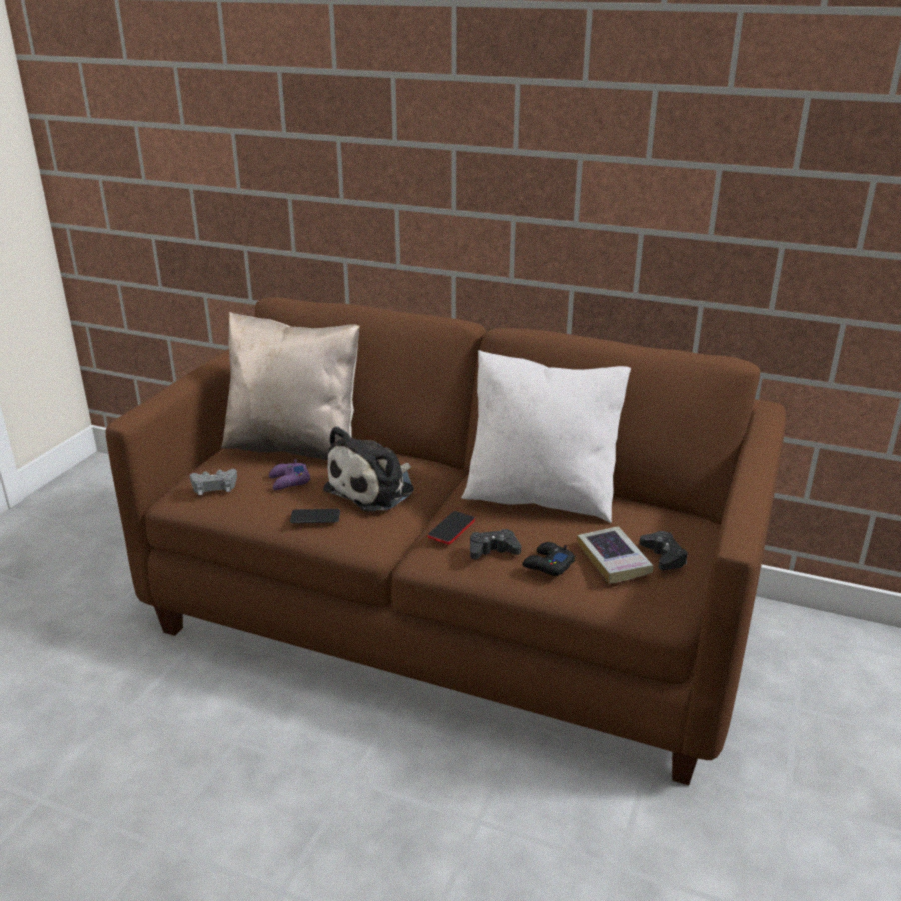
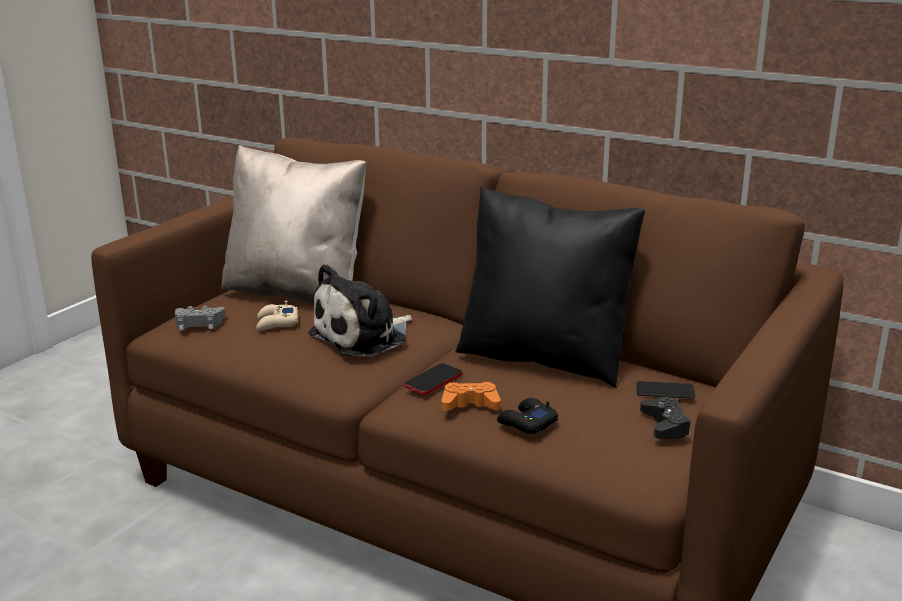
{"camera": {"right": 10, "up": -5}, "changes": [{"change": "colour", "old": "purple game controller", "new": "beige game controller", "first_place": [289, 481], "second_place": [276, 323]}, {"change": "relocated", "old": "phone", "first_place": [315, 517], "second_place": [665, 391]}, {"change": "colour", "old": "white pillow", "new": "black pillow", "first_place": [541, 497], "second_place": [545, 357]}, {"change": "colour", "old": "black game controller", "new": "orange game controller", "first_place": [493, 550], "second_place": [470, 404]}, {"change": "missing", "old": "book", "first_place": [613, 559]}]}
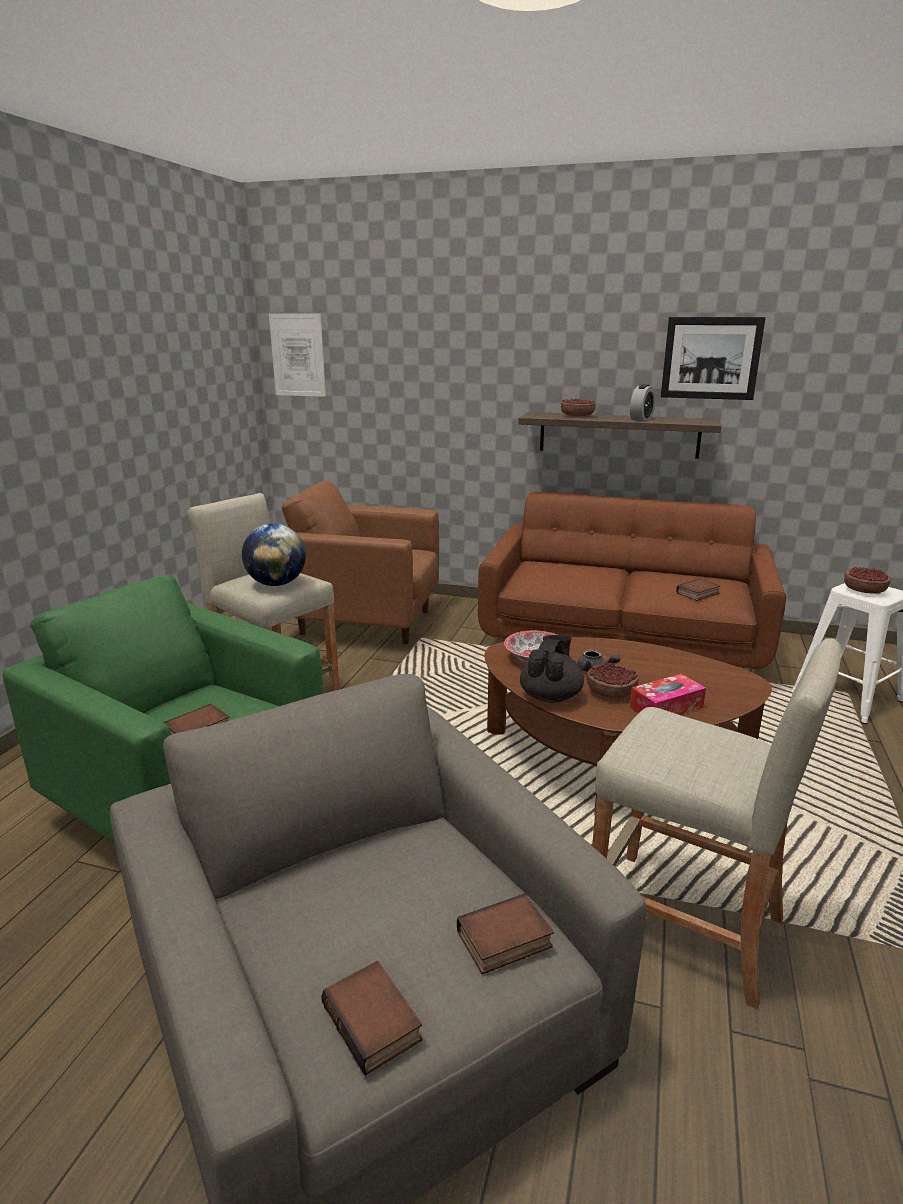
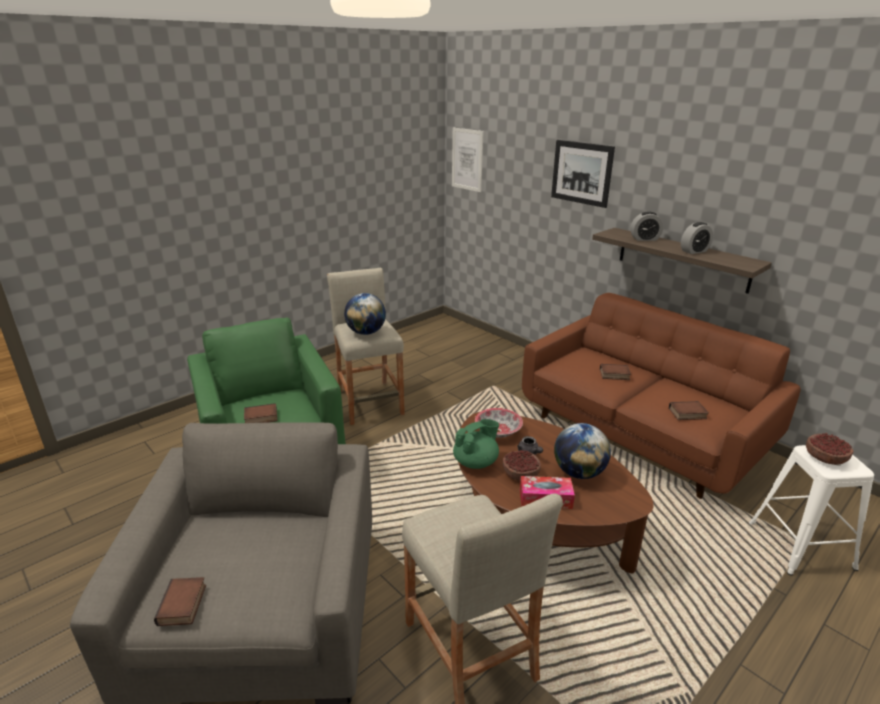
{"camera": {"right": 30, "up": 5}, "changes": [{"change": "missing", "old": "brown armchair", "first_place": [365, 622]}, {"change": "relocated", "old": "book", "first_place": [504, 941], "second_place": [614, 375]}, {"change": "colour", "old": "black teapot", "new": "green teapot", "first_place": [550, 696], "second_place": [476, 462]}, {"change": "exchanged", "old": "bowl", "new": "alarm clock", "first_place": [577, 416], "second_place": [644, 239]}, {"change": "relocated", "old": "picture", "first_place": [711, 358], "second_place": [581, 173]}, {"change": "appeared", "new": "globe", "second_place": [579, 472]}]}
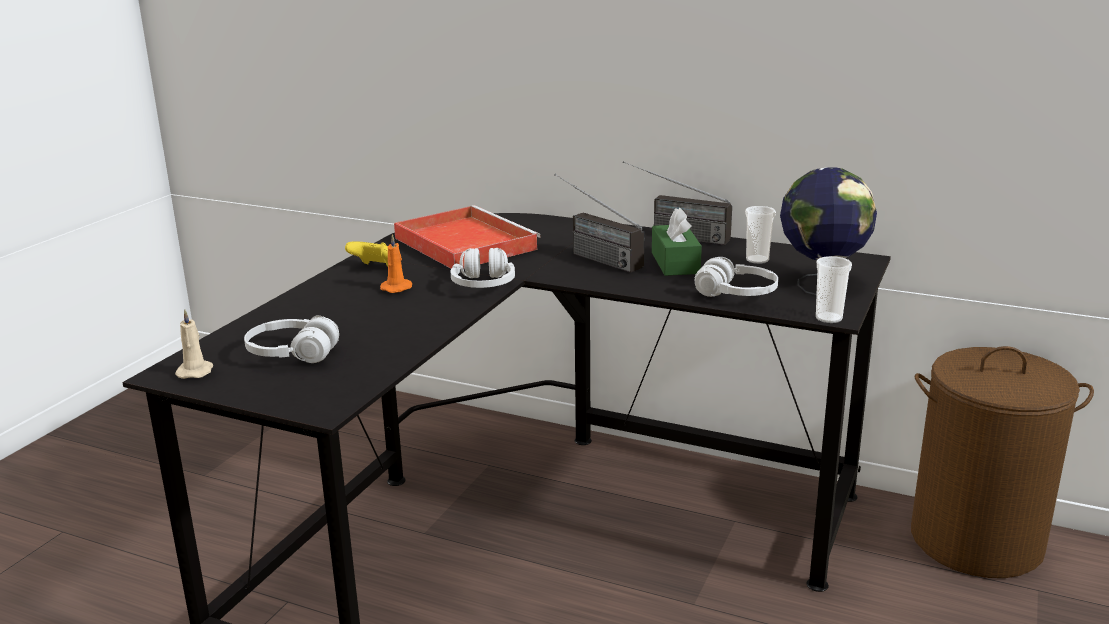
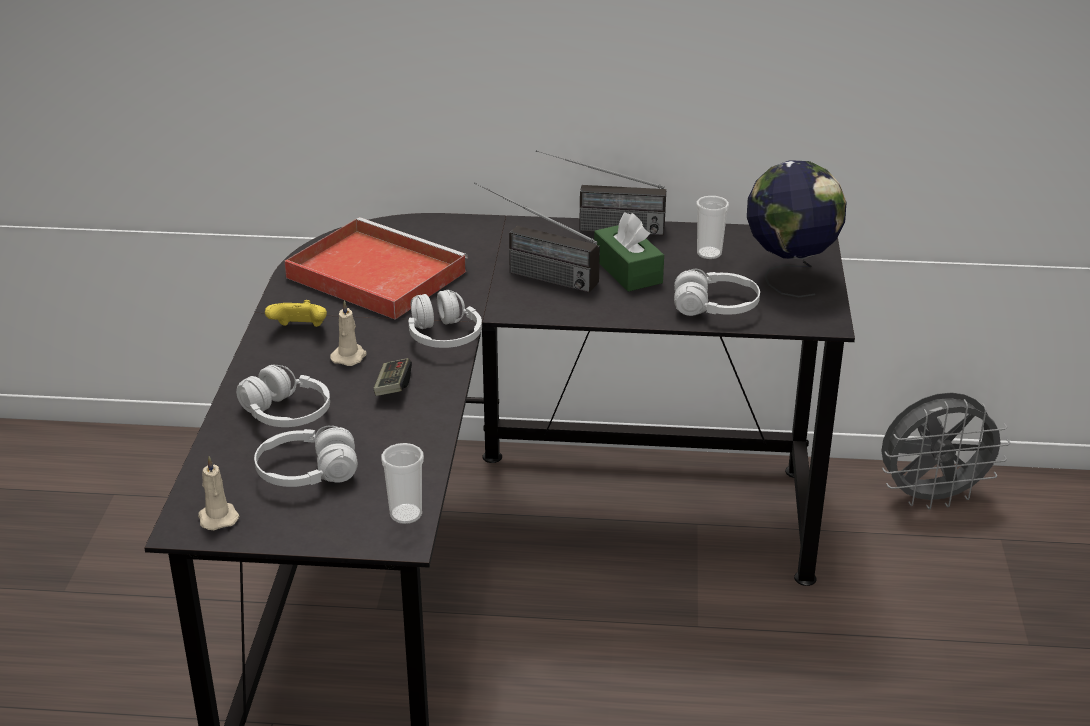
{"camera": {"right": -20, "up": 10}, "changes": [{"change": "colour", "old": "orange candle", "new": "beige candle", "first_place": [397, 288], "second_place": [349, 356]}, {"change": "relocated", "old": "cup", "first_place": [828, 318], "second_place": [406, 514]}, {"change": "exchanged", "old": "brown laundry basket", "new": "grey fan", "first_place": [977, 540], "second_place": [932, 497]}, {"change": "appeared", "new": "white headphones", "second_place": [286, 414]}, {"change": "appeared", "new": "game controller", "second_place": [393, 386]}]}
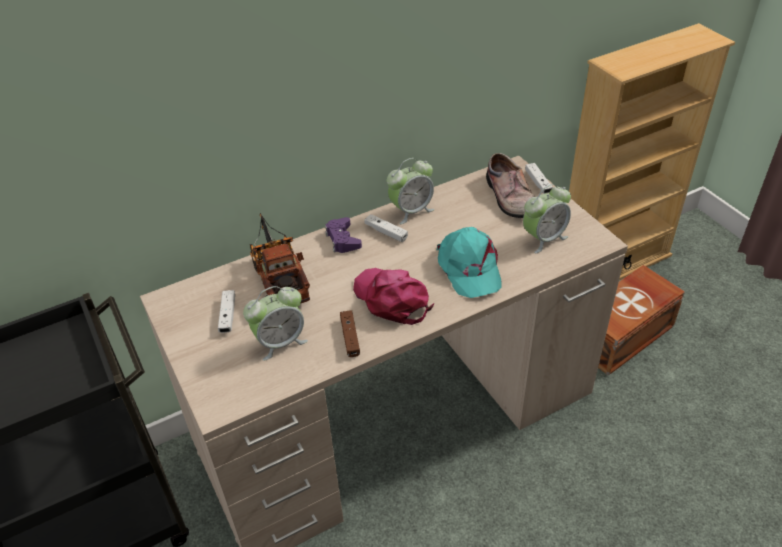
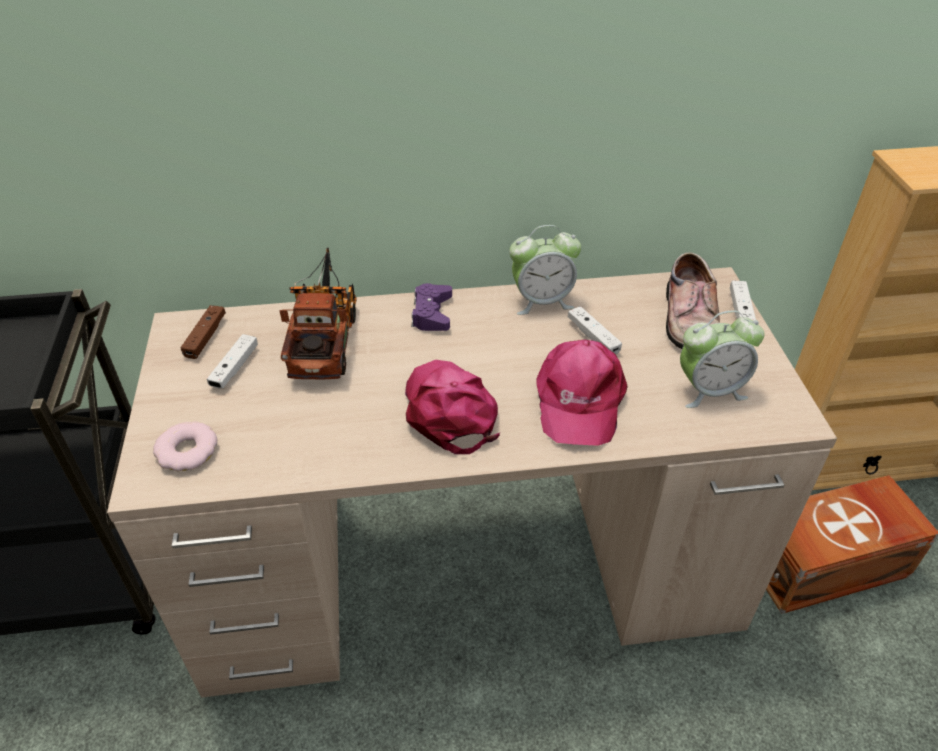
{"camera": {"right": 20, "up": 0}, "changes": [{"change": "missing", "old": "alarm clock", "first_place": [280, 342]}, {"change": "relocated", "old": "brown game controller", "first_place": [350, 337], "second_place": [205, 337]}, {"change": "relocated", "old": "white game controller", "first_place": [386, 232], "second_place": [593, 337]}, {"change": "colour", "old": "turquoise cap", "new": "pink cap", "first_place": [469, 268], "second_place": [578, 400]}, {"change": "appeared", "new": "donut", "second_place": [187, 451]}]}
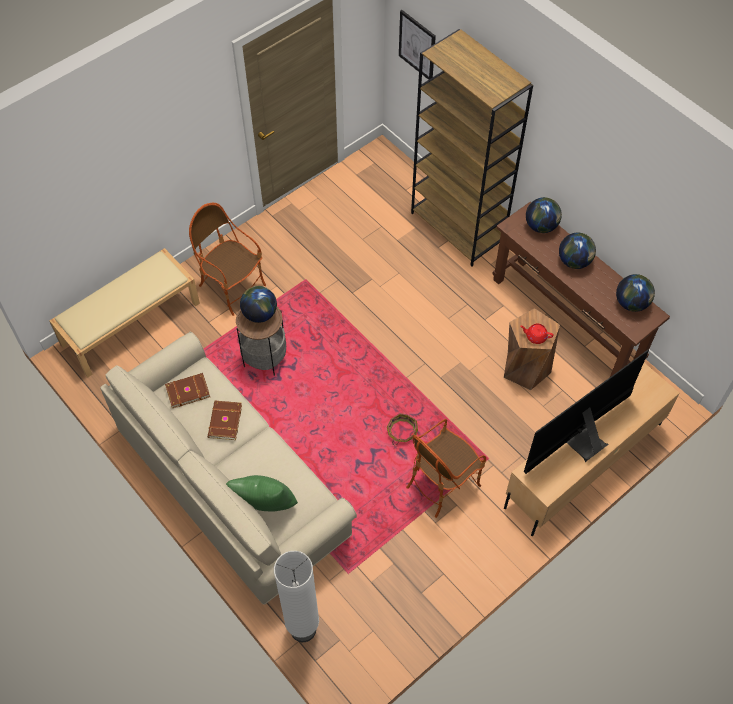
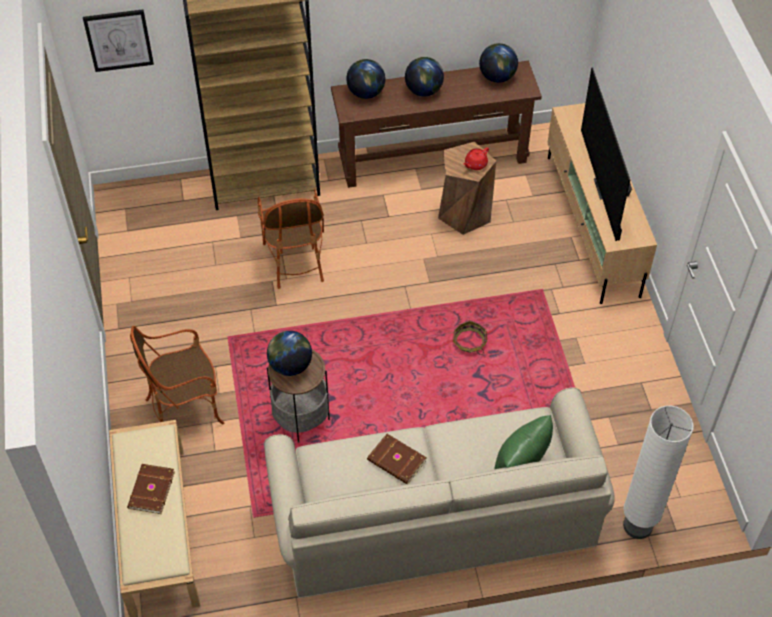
{"camera": {"right": -60, "up": -5}, "changes": [{"change": "relocated", "old": "brown book", "first_place": [187, 391], "second_place": [150, 490]}, {"change": "relocated", "old": "armchair", "first_place": [442, 483], "second_place": [295, 260]}]}
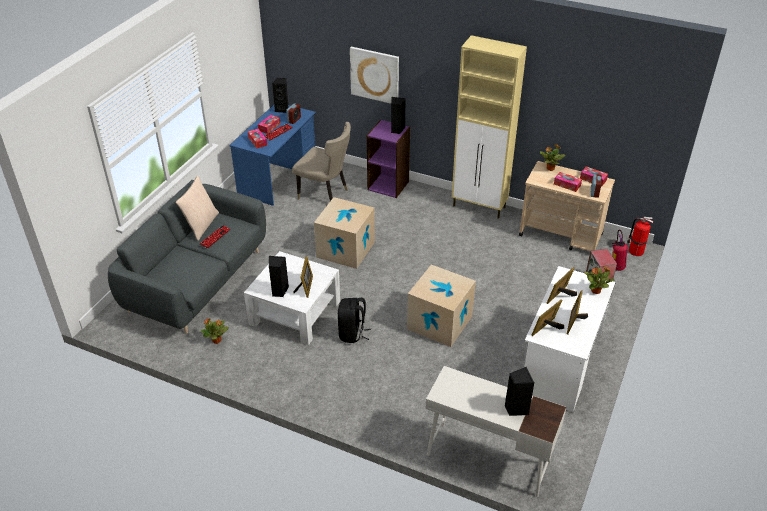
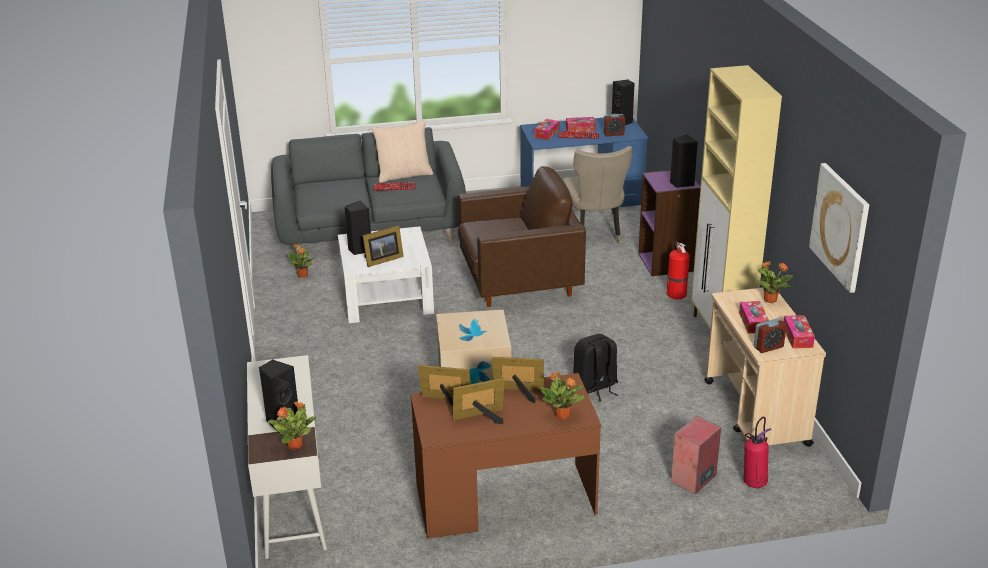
{"camera": {"right": 55, "up": -10}, "changes": [{"change": "exchanged", "old": "cardboard box", "new": "brown armchair", "first_place": [345, 249], "second_place": [519, 283]}, {"change": "relocated", "old": "black backpack", "first_place": [352, 333], "second_place": [595, 387]}, {"change": "relocated", "old": "picture", "first_place": [375, 75], "second_place": [840, 226]}, {"change": "colour", "old": "white desk", "new": "brown desk", "first_place": [561, 363], "second_place": [505, 500]}, {"change": "relocated", "old": "fire extinguisher", "first_place": [635, 251], "second_place": [676, 293]}, {"change": "appeared", "new": "potted plant", "second_place": [295, 445]}]}
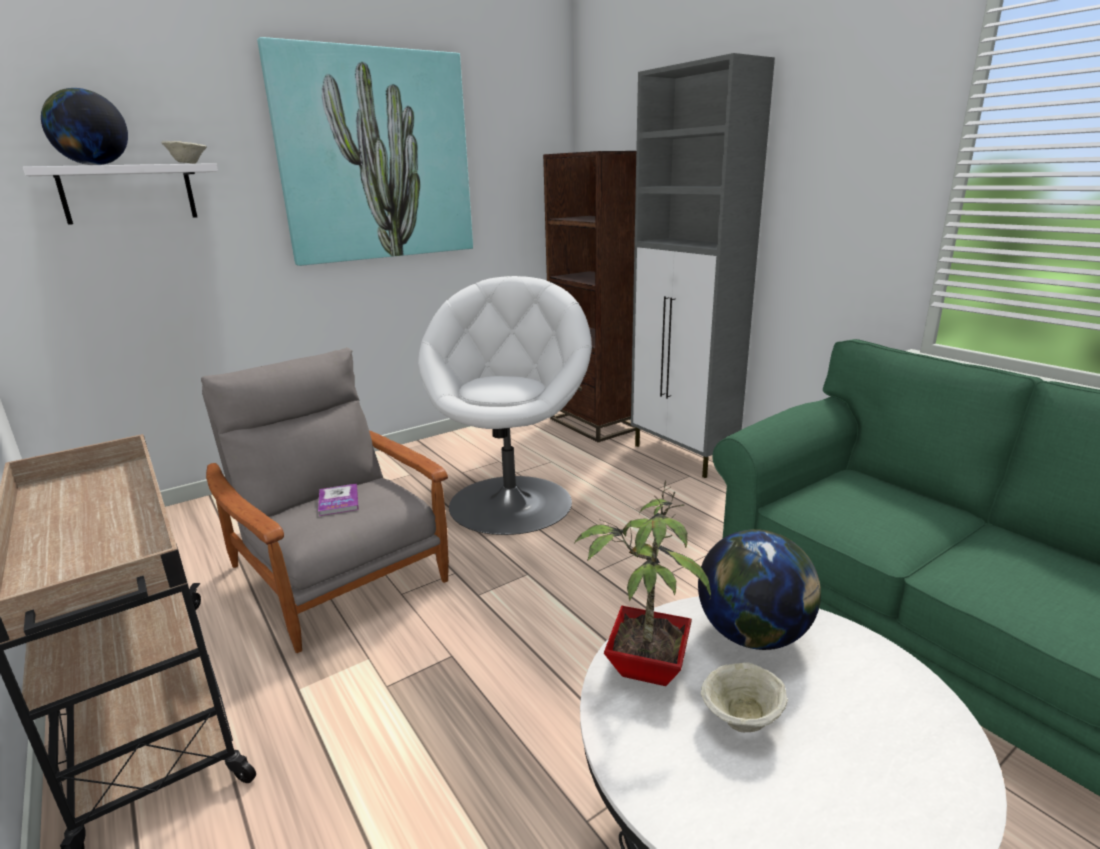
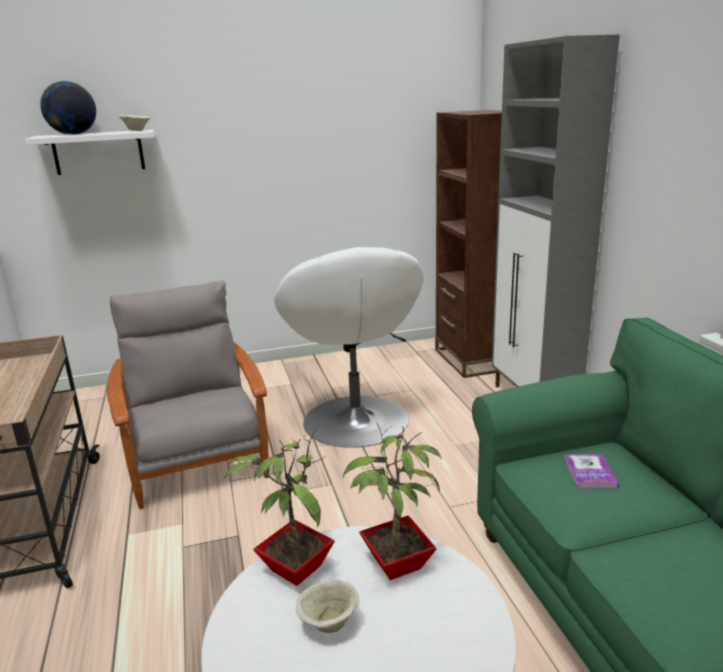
{"camera": {"right": 20, "up": 0}, "changes": [{"change": "missing", "old": "picture", "first_place": [376, 157]}, {"change": "relocated", "old": "book", "first_place": [338, 501], "second_place": [590, 472]}, {"change": "spun", "old": "white armchair", "first_place": [511, 502], "second_place": [355, 421], "degrees": 135}, {"change": "exchanged", "old": "globe", "new": "potted plant", "first_place": [753, 635], "second_place": [394, 566]}]}
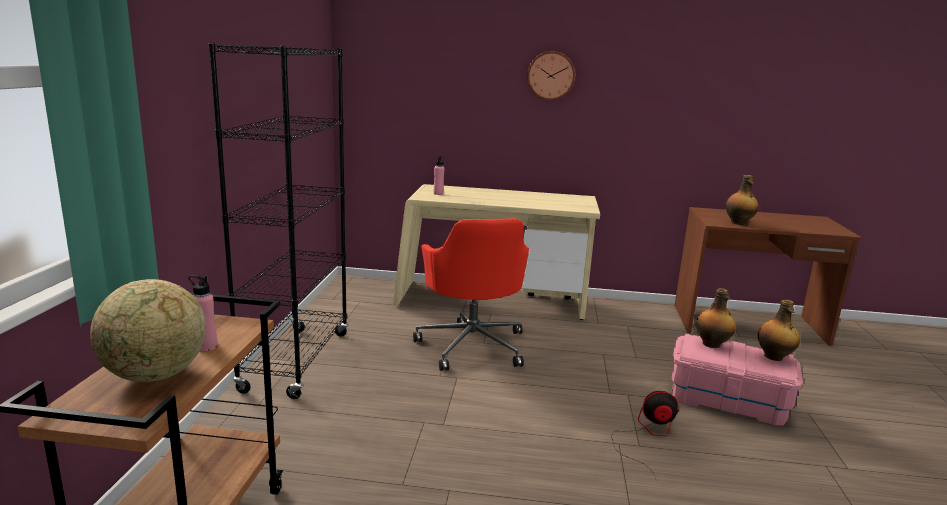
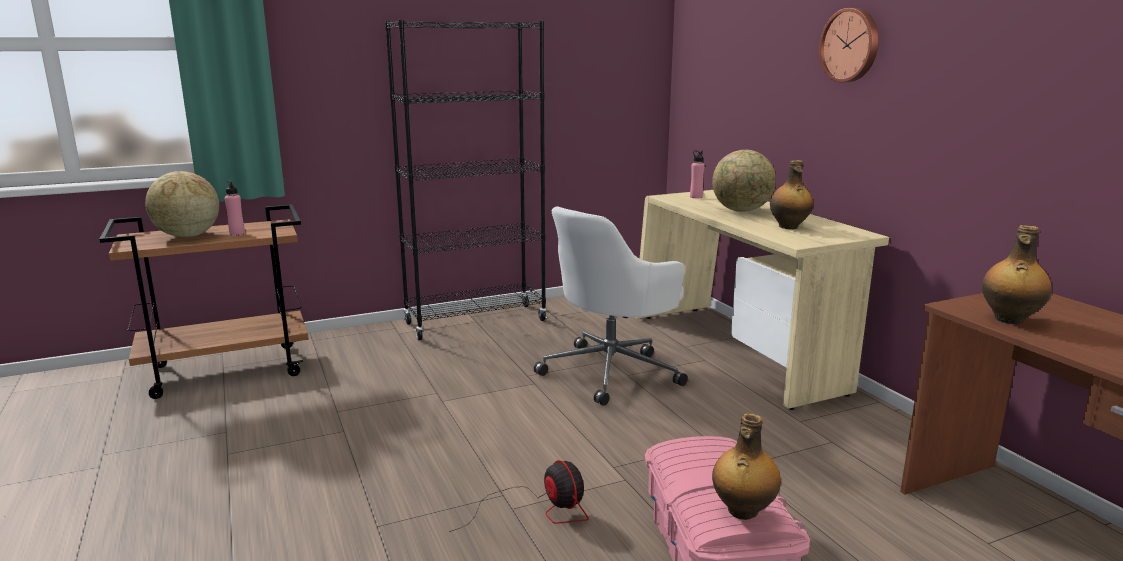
{"camera": {"right": 60, "up": 0}, "changes": [{"change": "colour", "old": "red office chair", "new": "white office chair", "first_place": [472, 345], "second_place": [612, 371]}, {"change": "relocated", "old": "bottle", "first_place": [712, 344], "second_place": [788, 227]}, {"change": "appeared", "new": "globe", "second_place": [741, 211]}]}
